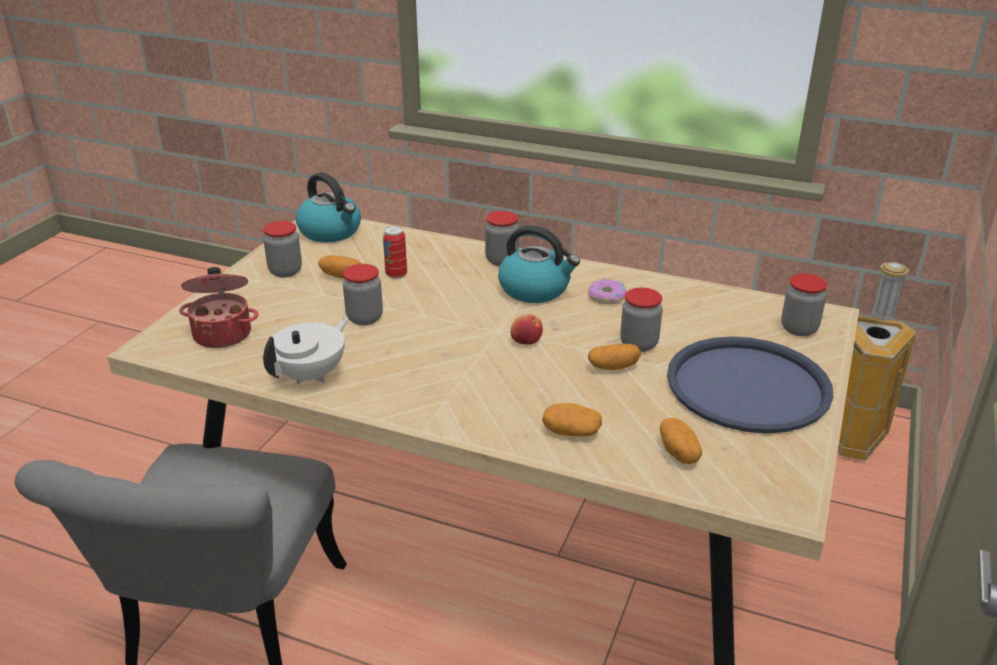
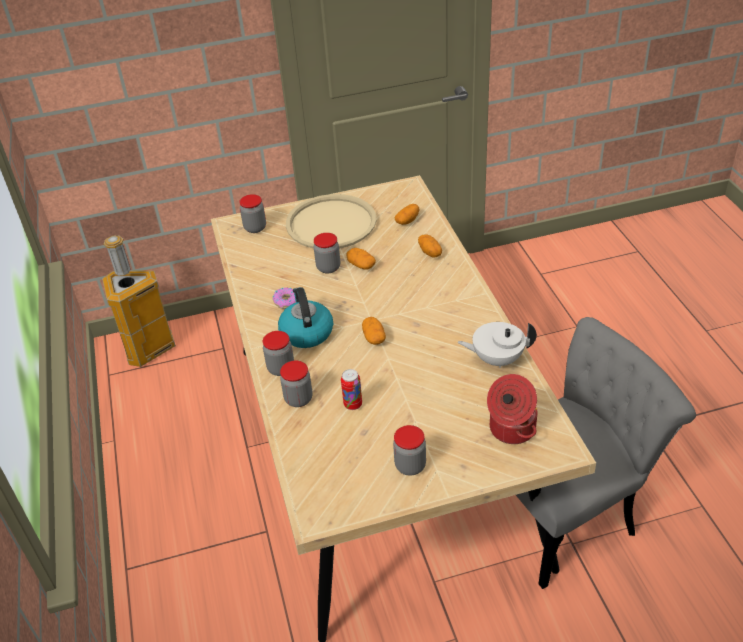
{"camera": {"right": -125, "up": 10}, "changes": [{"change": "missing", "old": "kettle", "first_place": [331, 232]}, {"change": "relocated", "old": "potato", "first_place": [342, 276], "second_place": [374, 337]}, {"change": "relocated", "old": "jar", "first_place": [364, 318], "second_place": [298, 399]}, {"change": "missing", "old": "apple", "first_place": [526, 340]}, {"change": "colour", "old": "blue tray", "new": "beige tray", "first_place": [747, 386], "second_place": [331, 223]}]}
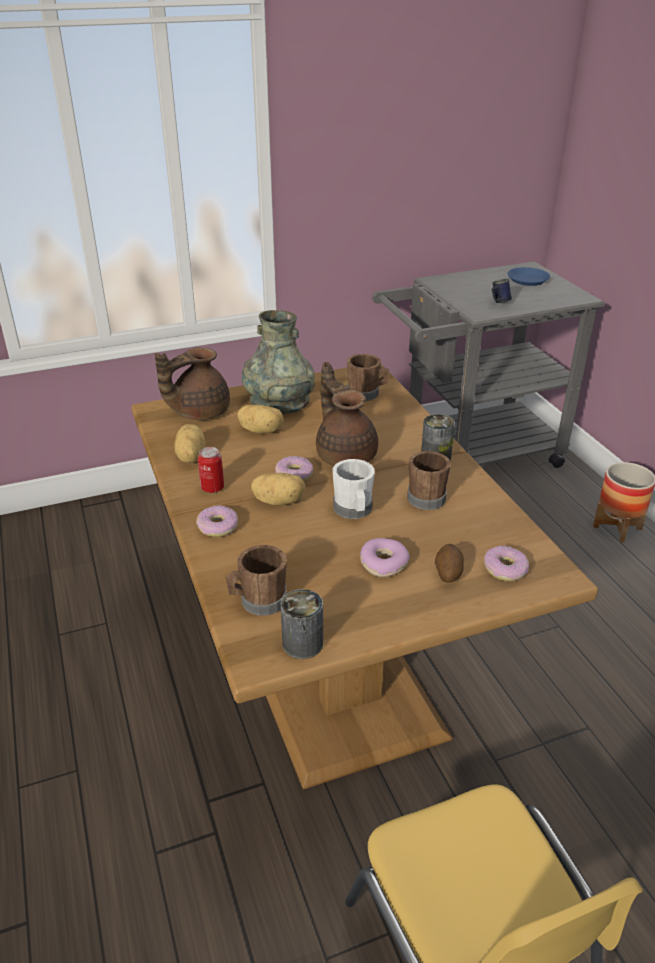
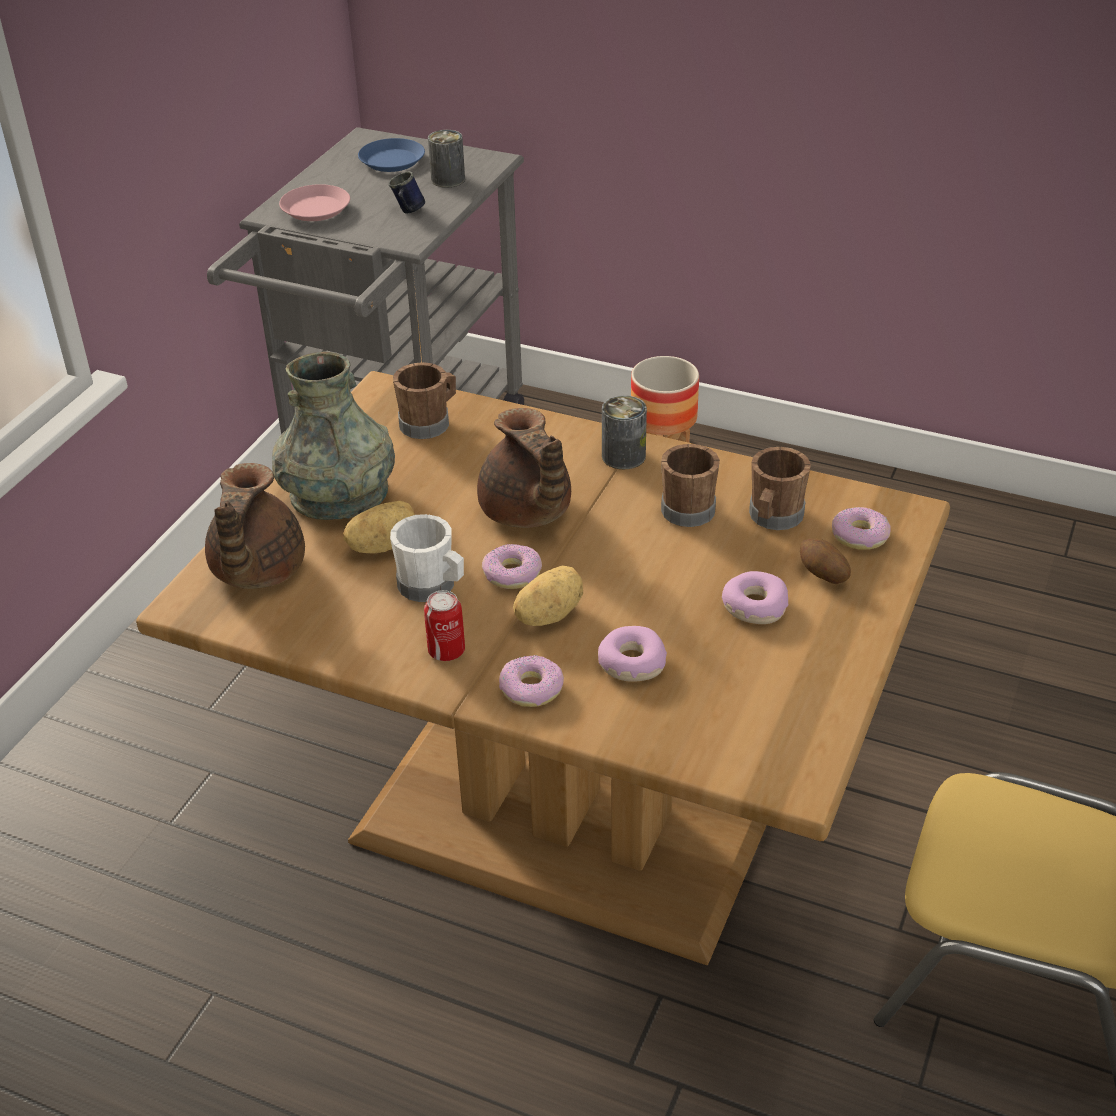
{"camera": {"right": -45, "up": 5}, "changes": [{"change": "missing", "old": "potato", "first_place": [189, 457]}, {"change": "relocated", "old": "brown mug", "first_place": [258, 601], "second_place": [773, 518]}, {"change": "relocated", "old": "can", "first_place": [302, 643], "second_place": [448, 179]}, {"change": "spun", "old": "brown teapot", "first_place": [345, 454], "second_place": [526, 513], "degrees": -135}, {"change": "relocated", "old": "white mug", "first_place": [353, 511], "second_place": [432, 586]}, {"change": "appeared", "new": "pink plate", "second_place": [315, 209]}, {"change": "appeared", "new": "donut", "second_place": [631, 663]}]}
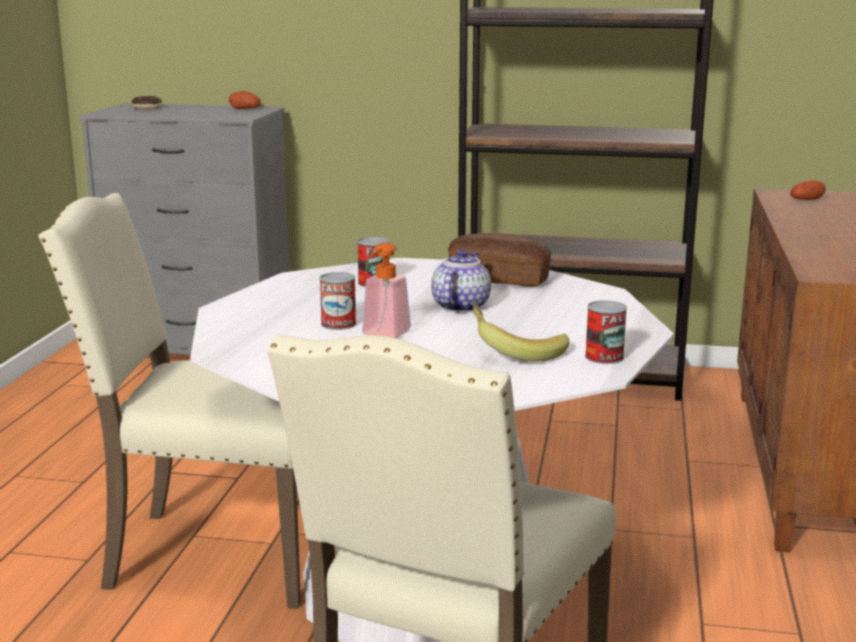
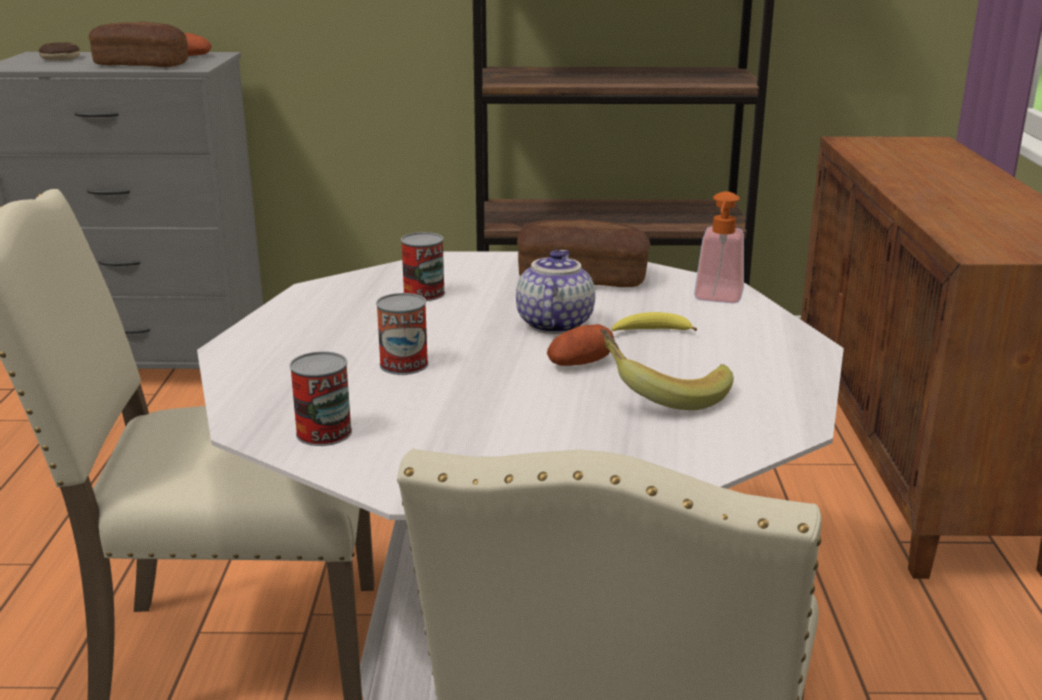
{"camera": {"right": -10, "up": 5}, "changes": [{"change": "relocated", "old": "soap dispenser", "first_place": [382, 335], "second_place": [717, 299]}, {"change": "relocated", "old": "can", "first_place": [604, 357], "second_place": [324, 433]}, {"change": "relocated", "old": "potato", "first_place": [806, 200], "second_place": [580, 363]}, {"change": "appeared", "new": "bread", "second_place": [141, 64]}, {"change": "appeared", "new": "banana", "second_place": [651, 332]}]}
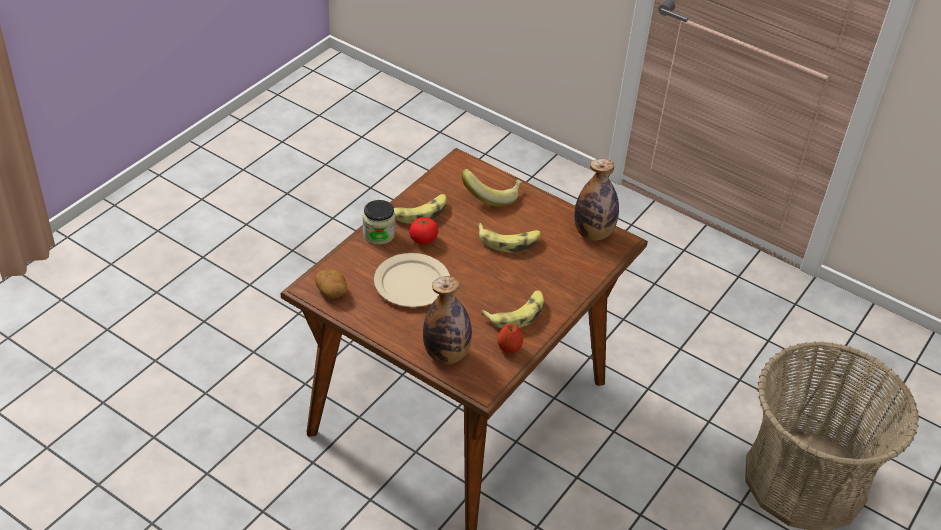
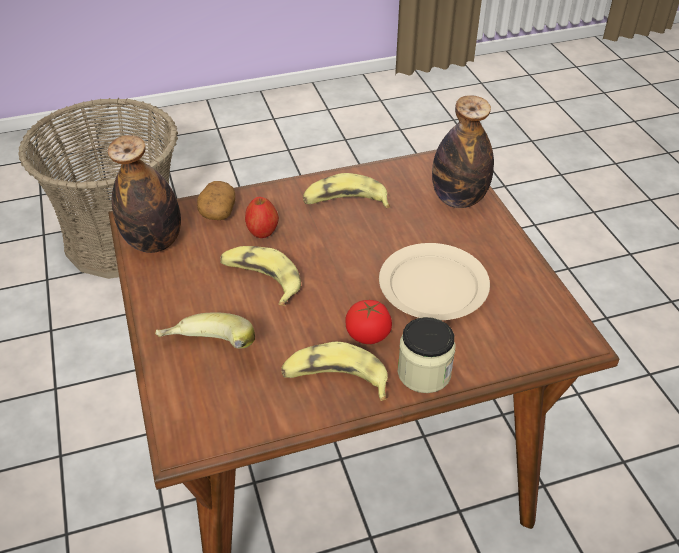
{"camera": {"right": -140, "up": 0}, "changes": [{"change": "relocated", "old": "potato", "first_place": [332, 291], "second_place": [217, 211]}, {"change": "relocated", "old": "apple", "first_place": [509, 348], "second_place": [262, 232]}]}
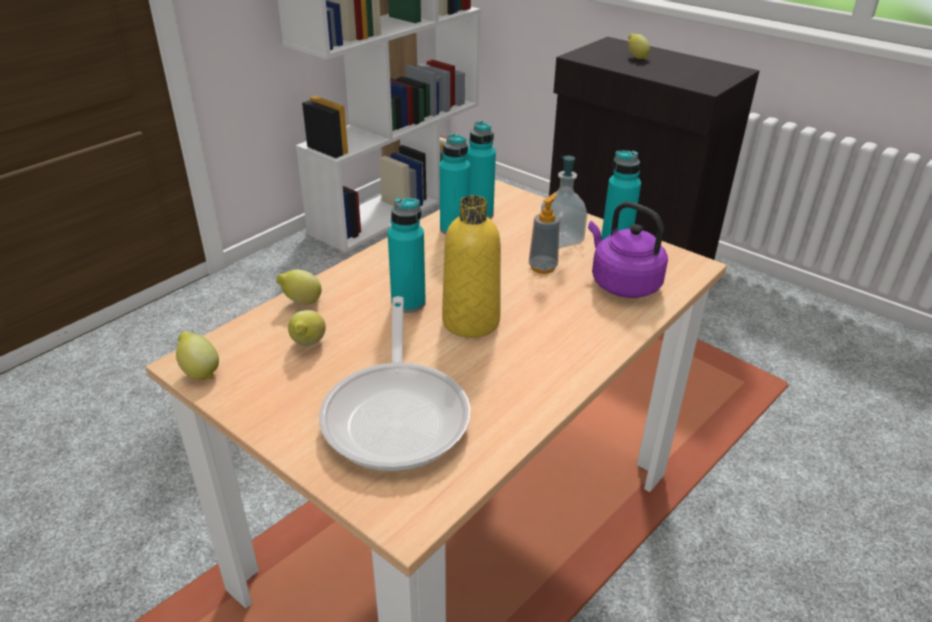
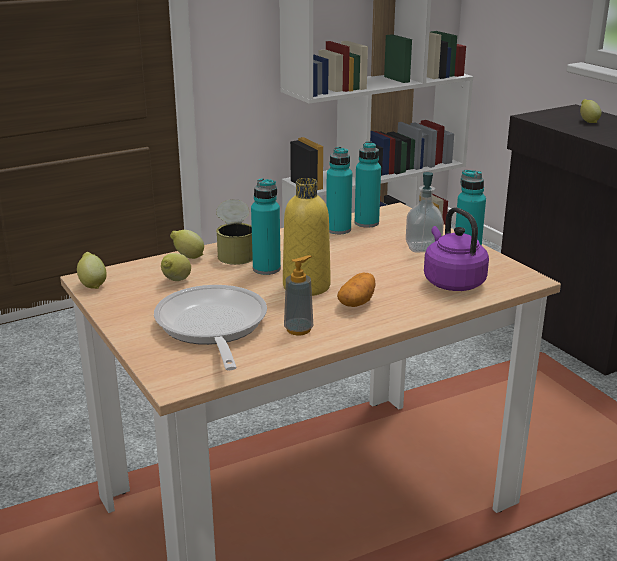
{"camera": {"right": 20, "up": -10}, "changes": [{"change": "spun", "old": "frying pan", "first_place": [398, 413], "second_place": [211, 328], "degrees": 150}, {"change": "relocated", "old": "soap dispenser", "first_place": [542, 267], "second_place": [298, 329]}, {"change": "appeared", "new": "can", "second_place": [236, 252]}, {"change": "appeared", "new": "potato", "second_place": [357, 302]}]}
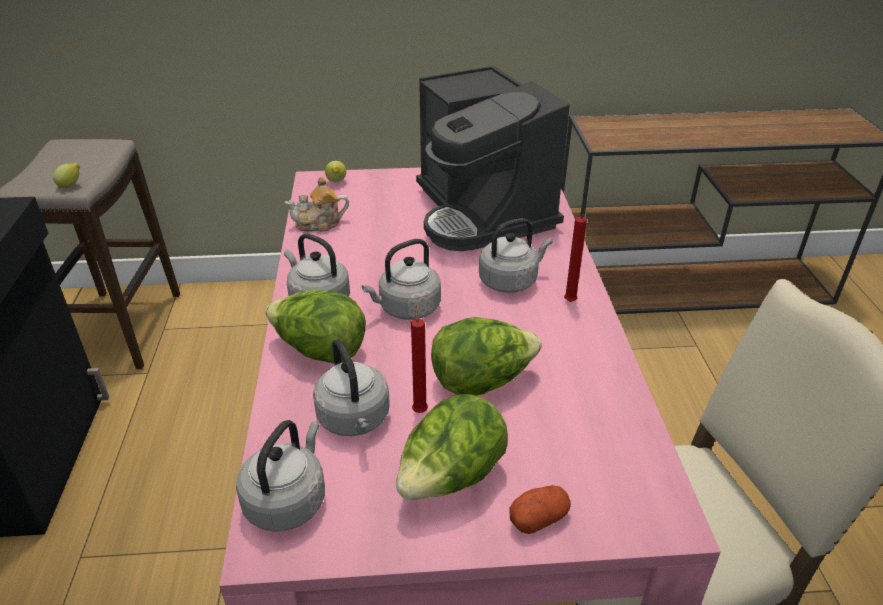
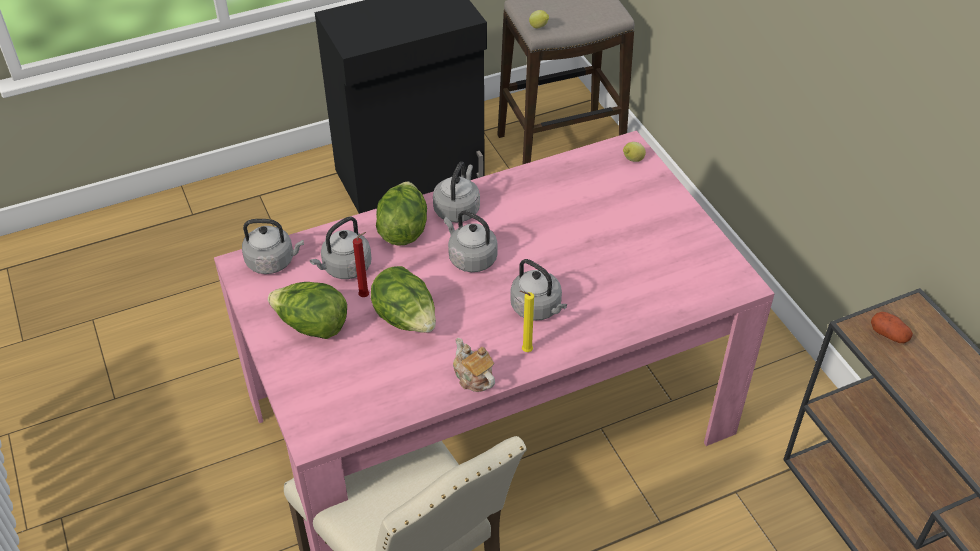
{"camera": {"right": 70, "up": 10}, "changes": [{"change": "relocated", "old": "teapot", "first_place": [319, 224], "second_place": [473, 377]}, {"change": "missing", "old": "coffee machine", "first_place": [482, 213]}, {"change": "relocated", "old": "potato", "first_place": [538, 518], "second_place": [889, 334]}, {"change": "colour", "old": "red candle", "new": "yellow candle", "first_place": [570, 303], "second_place": [525, 351]}]}
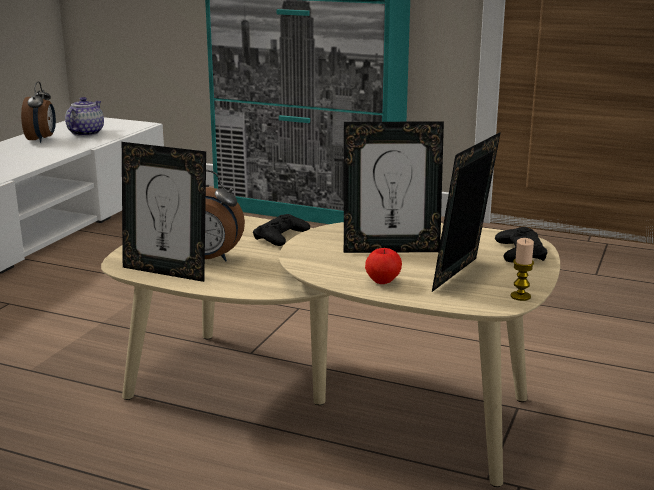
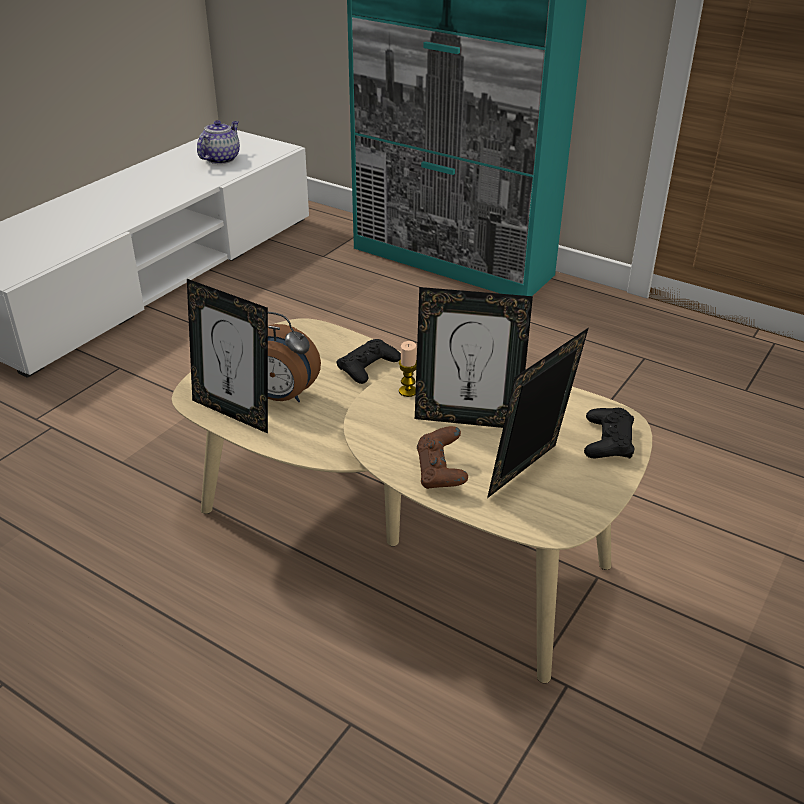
{"camera": {"right": 10, "up": 15}, "changes": [{"change": "missing", "old": "alarm clock", "first_place": [42, 139]}, {"change": "exchanged", "old": "apple", "new": "brown game controller", "first_place": [383, 281], "second_place": [441, 474]}, {"change": "relocated", "old": "candle", "first_place": [520, 296], "second_place": [408, 391]}]}
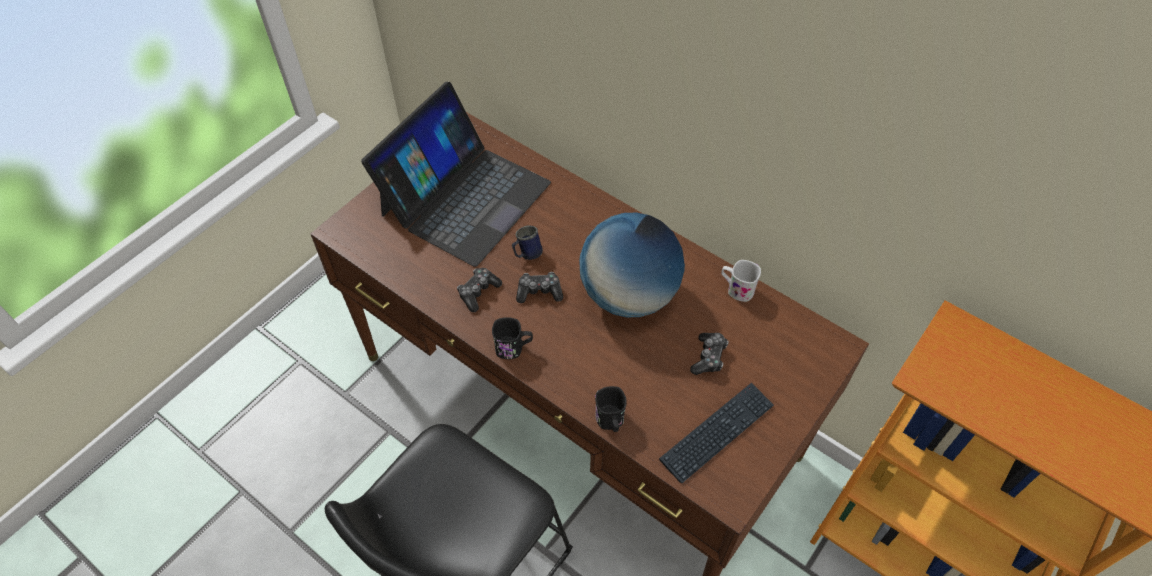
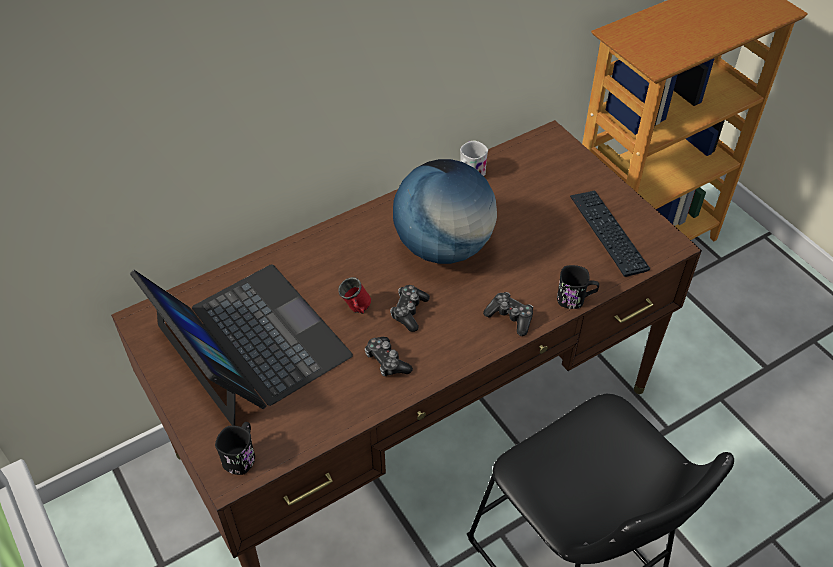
{"camera": {"right": -70, "up": -5}, "changes": [{"change": "relocated", "old": "black mug", "first_place": [514, 348], "second_place": [241, 456]}, {"change": "colour", "old": "blue mug", "new": "red mug", "first_place": [526, 254], "second_place": [356, 309]}, {"change": "relocated", "old": "game controller", "first_place": [708, 357], "second_place": [510, 317]}]}
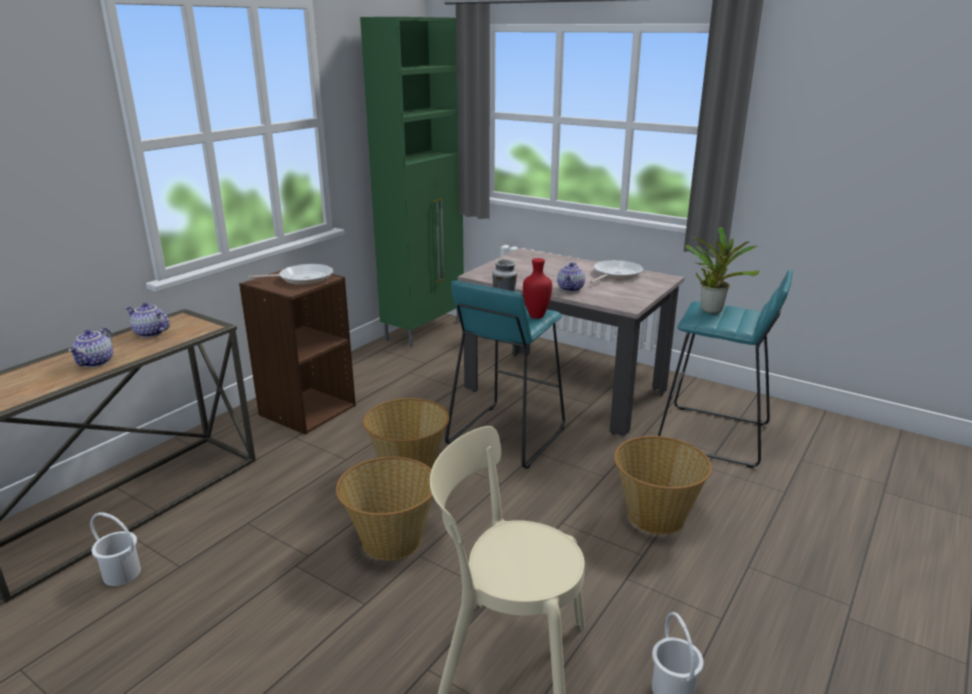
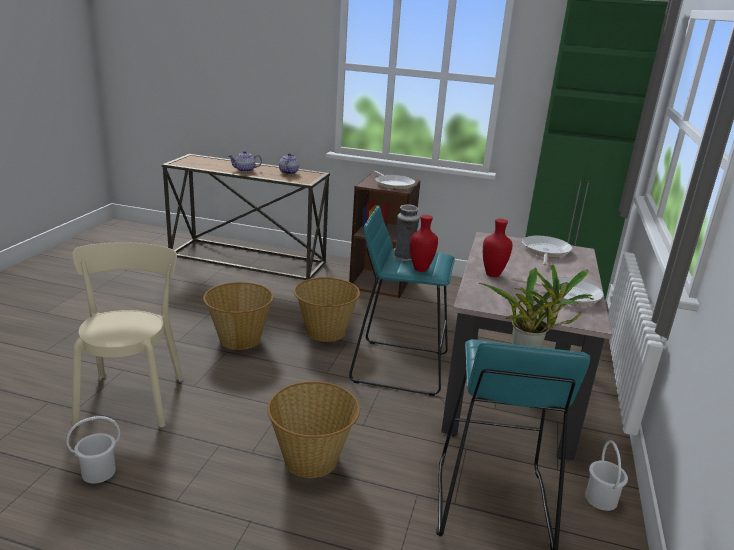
{"camera": {"right": 70, "up": 0}, "changes": [{"change": "relocated", "old": "white bucket", "first_place": [121, 574], "second_place": [600, 499]}, {"change": "exchanged", "old": "teapot", "new": "red vase", "first_place": [571, 289], "second_place": [493, 275]}, {"change": "appeared", "new": "frying pan", "second_place": [545, 251]}]}
